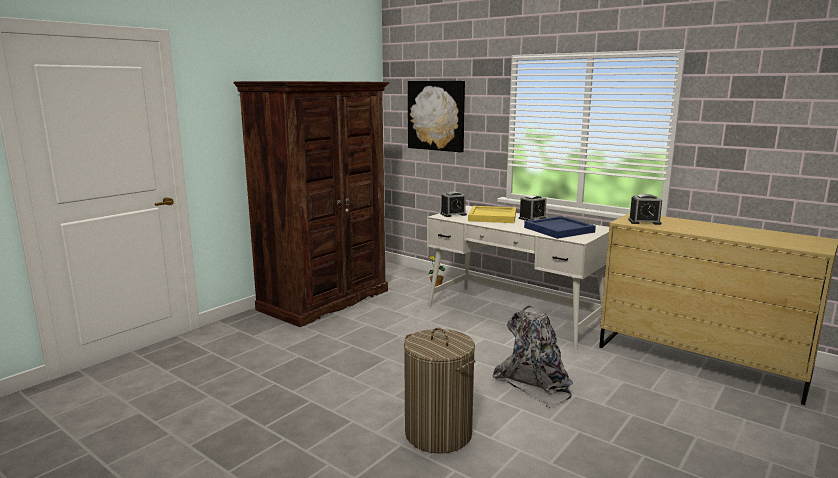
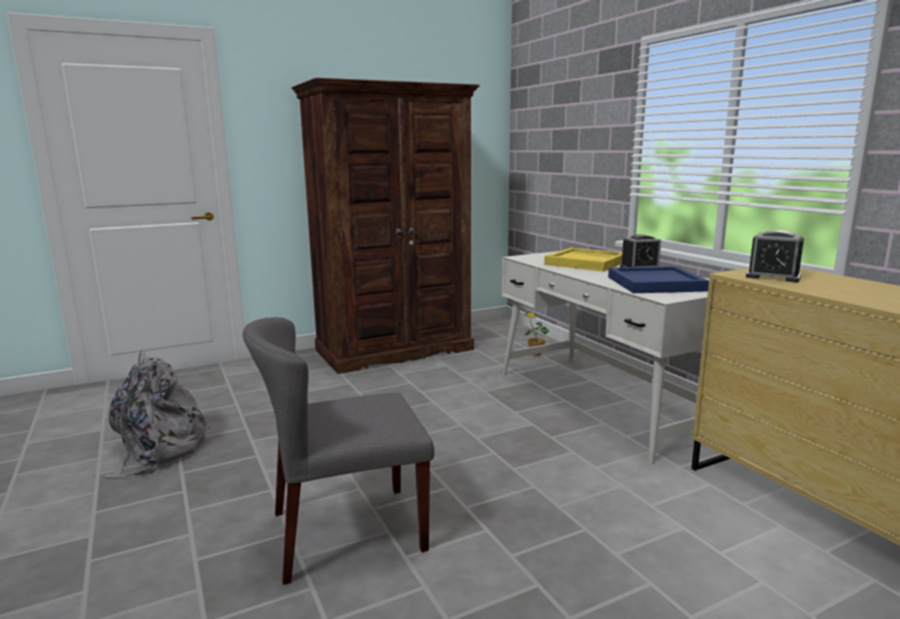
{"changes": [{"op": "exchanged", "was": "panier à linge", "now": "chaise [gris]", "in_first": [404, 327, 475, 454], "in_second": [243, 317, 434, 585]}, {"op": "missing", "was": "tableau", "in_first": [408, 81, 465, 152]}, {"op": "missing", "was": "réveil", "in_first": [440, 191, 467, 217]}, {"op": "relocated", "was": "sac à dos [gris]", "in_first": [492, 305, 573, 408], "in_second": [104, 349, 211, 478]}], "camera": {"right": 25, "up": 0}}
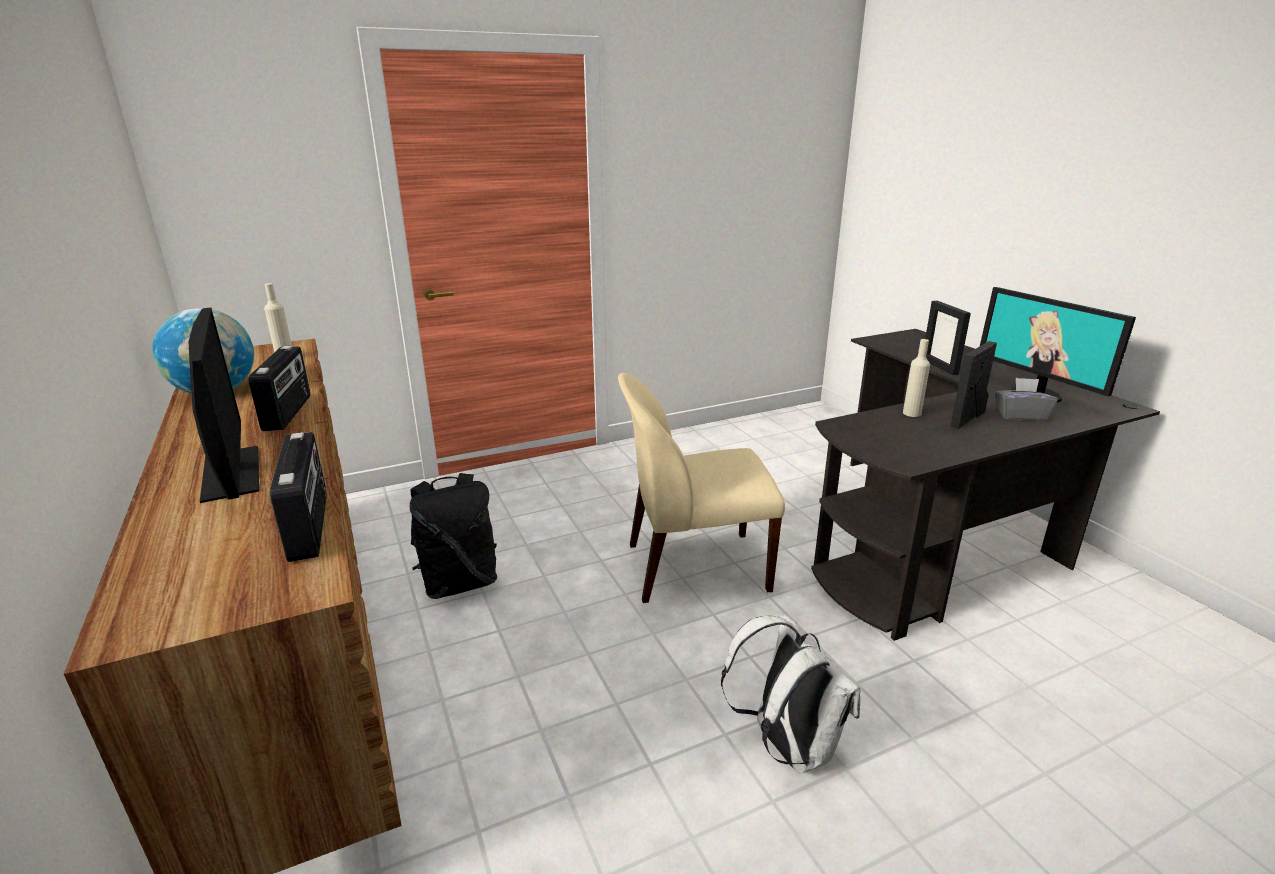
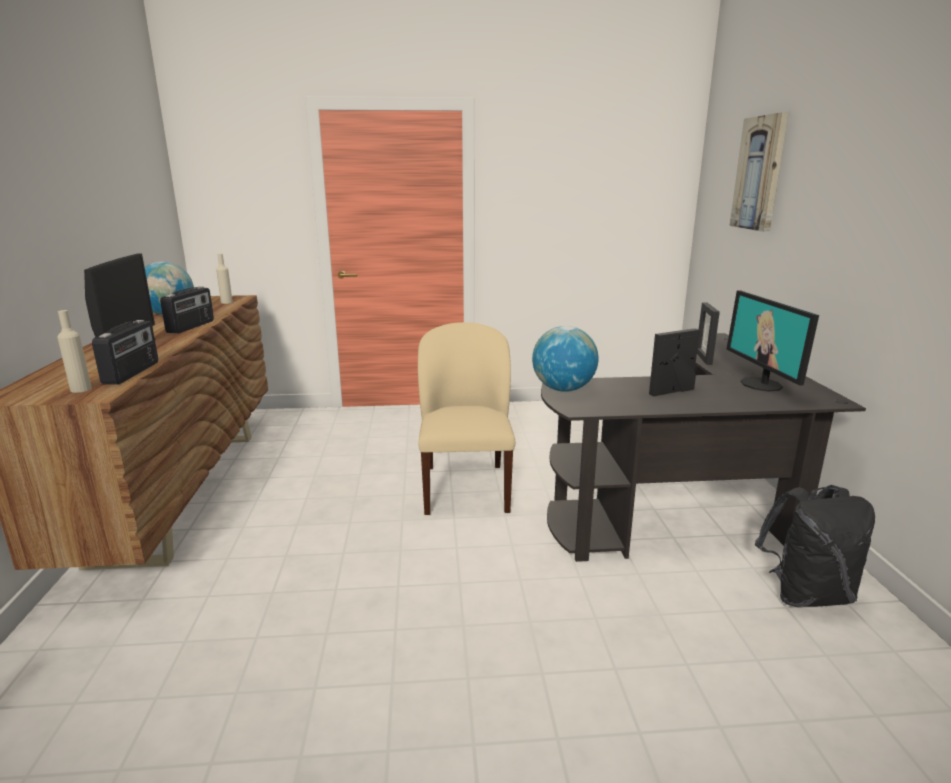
{"changes": [{"op": "relocated", "was": "sac à dos [noir]", "in_first": [410, 473, 497, 599], "in_second": [755, 485, 875, 607]}, {"op": "spun", "was": "chaise [beige]", "in_first": [618, 373, 785, 603], "in_second": [418, 322, 515, 515], "clockwise": 75}, {"op": "missing", "was": "sac à dos [blanc]", "in_first": [721, 615, 860, 774]}, {"op": "relocated", "was": "bouteille [beige]", "in_first": [903, 339, 930, 417], "in_second": [57, 310, 92, 393]}, {"op": "missing", "was": "boîte à mouchoirs [gris]", "in_first": [995, 378, 1058, 421]}, {"op": "appeared", "now": "globe", "in_second": [532, 326, 598, 392]}, {"op": "appeared", "now": "tableau", "in_second": [729, 112, 789, 232]}], "camera": {"right": 20, "up": -5}}
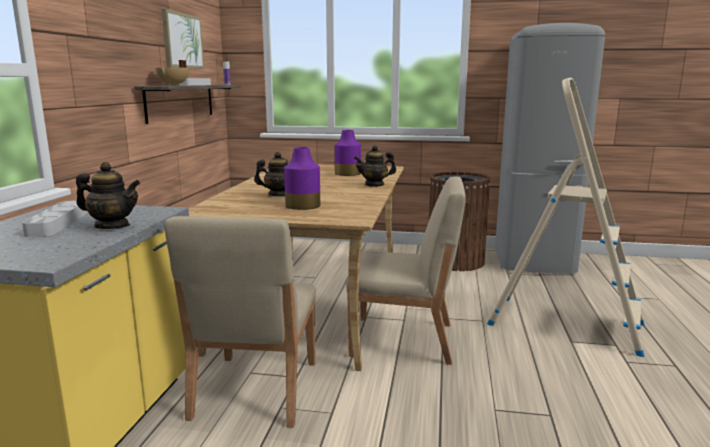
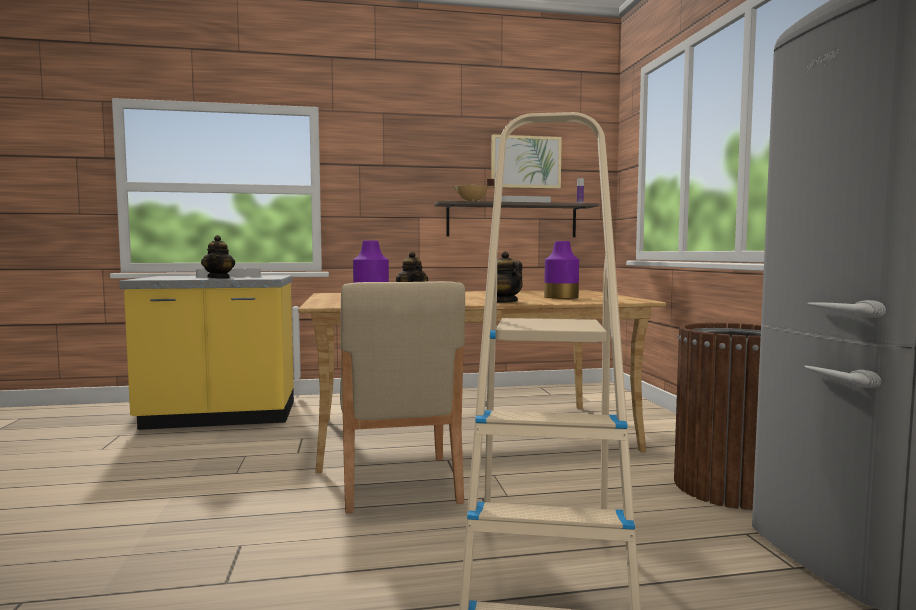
{"changes": [{"op": "missing", "was": "chaise [beige]", "in_first": [164, 216, 316, 428]}], "camera": {"right": 70, "up": -10}}
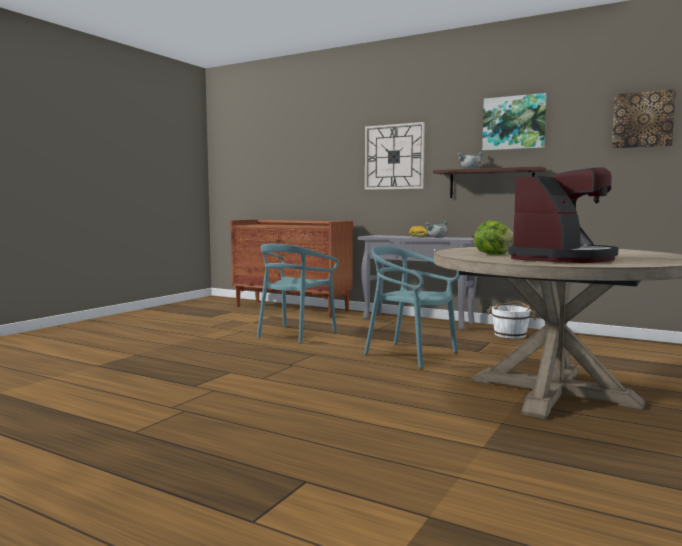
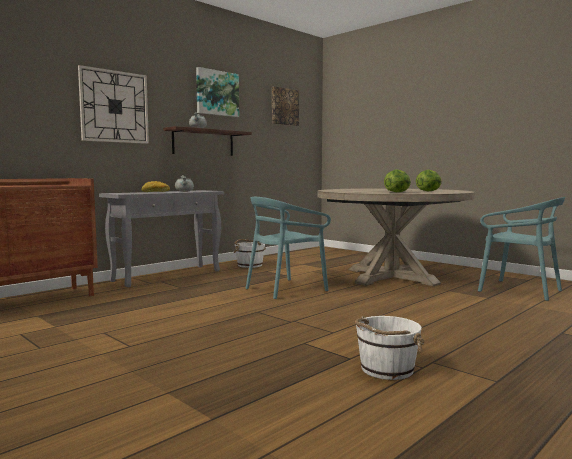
{"changes": [{"op": "relocated", "was": "chaise [turquoise]", "in_first": [257, 244, 339, 344], "in_second": [478, 197, 565, 301]}, {"op": "exchanged", "was": "machine à café", "now": "laitue", "in_first": [508, 167, 619, 263], "in_second": [416, 170, 442, 191]}, {"op": "appeared", "now": "seau [blanc]", "in_second": [355, 316, 425, 380]}], "camera": {"right": -75, "up": 0}}
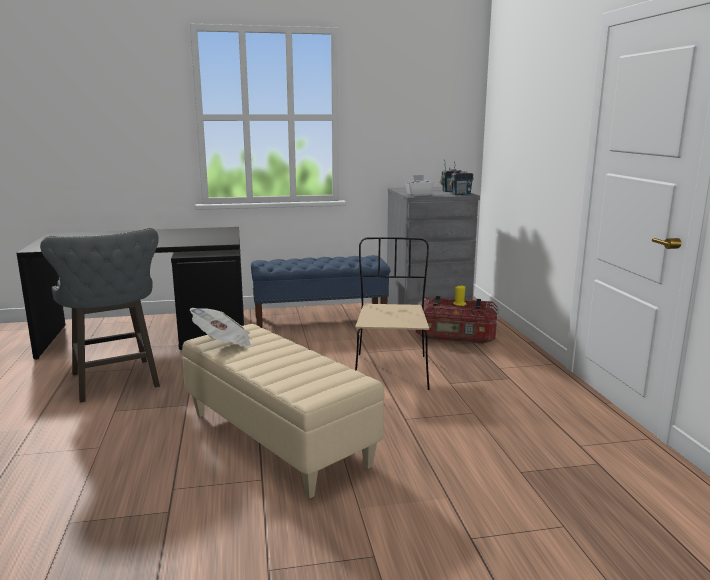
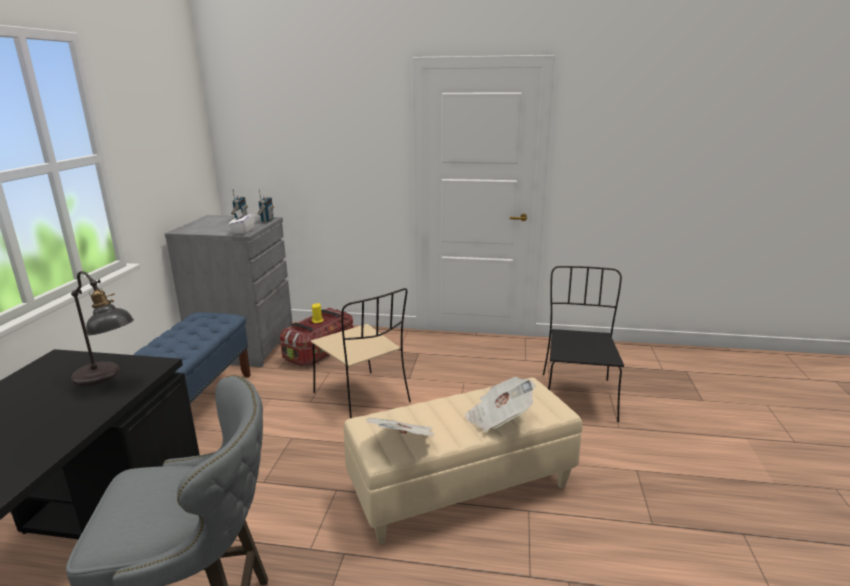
{"changes": [{"op": "spun", "was": "chaise [beige]", "in_first": [355, 237, 430, 390], "in_second": [311, 288, 411, 418], "clockwise": -150}, {"op": "appeared", "now": "lampe de table [gris]", "in_second": [71, 271, 134, 386]}, {"op": "appeared", "now": "journal", "in_second": [465, 377, 536, 432]}, {"op": "appeared", "now": "chaise [noir]", "in_second": [543, 266, 624, 422]}], "camera": {"right": -70, "up": 5}}
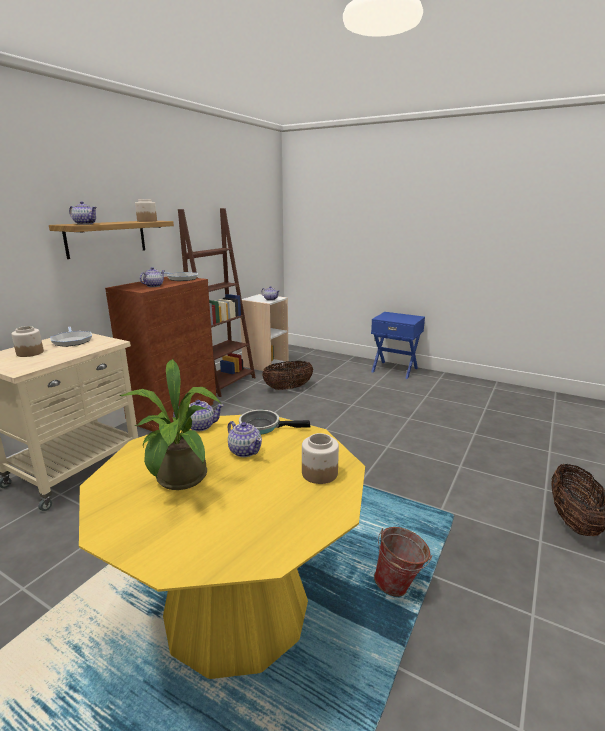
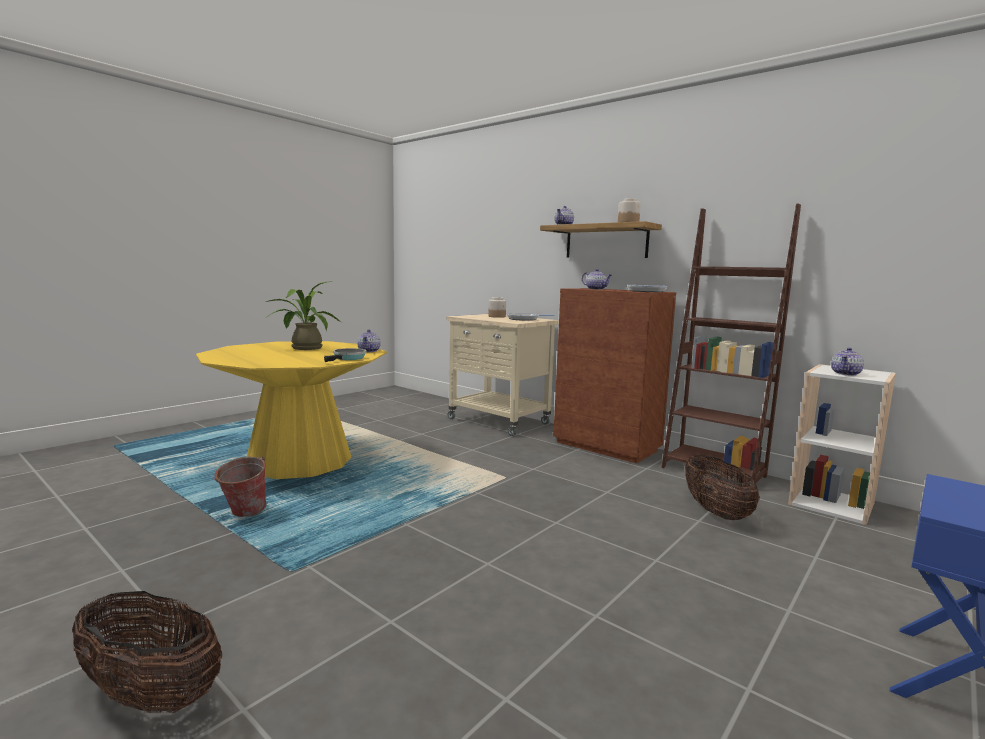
{"changes": [{"op": "missing", "was": "théière", "in_first": [228, 421, 262, 457]}, {"op": "missing", "was": "bocal", "in_first": [302, 433, 339, 484]}], "camera": {"right": 100, "up": -10}}
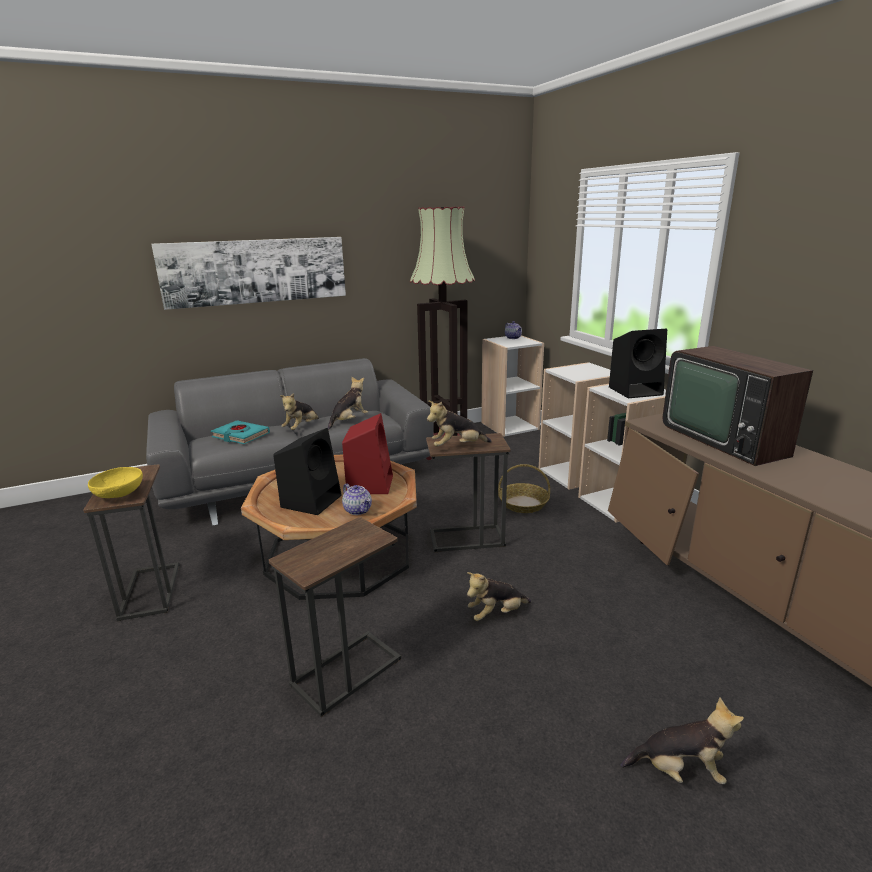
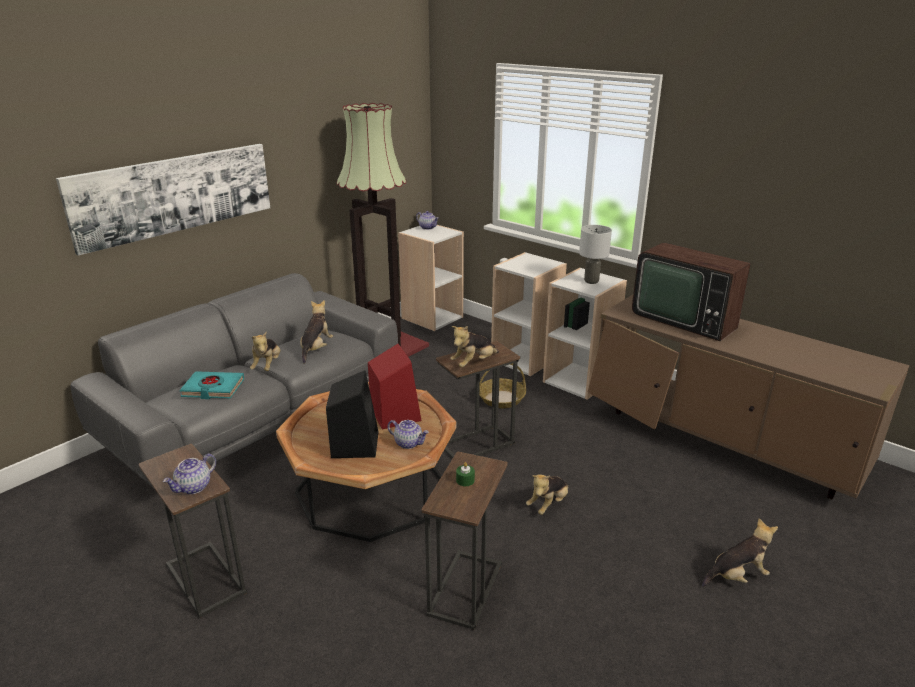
{"changes": [{"op": "exchanged", "was": "bol [jaune]", "now": "théière", "in_first": [88, 467, 143, 498], "in_second": [163, 454, 216, 494]}, {"op": "exchanged", "was": "enceinte [noir]", "now": "lampe de table [blanc]", "in_first": [609, 329, 667, 398], "in_second": [579, 225, 612, 284]}, {"op": "appeared", "now": "bougie [vert]", "in_second": [456, 462, 475, 486]}], "camera": {"right": -25, "up": 5}}
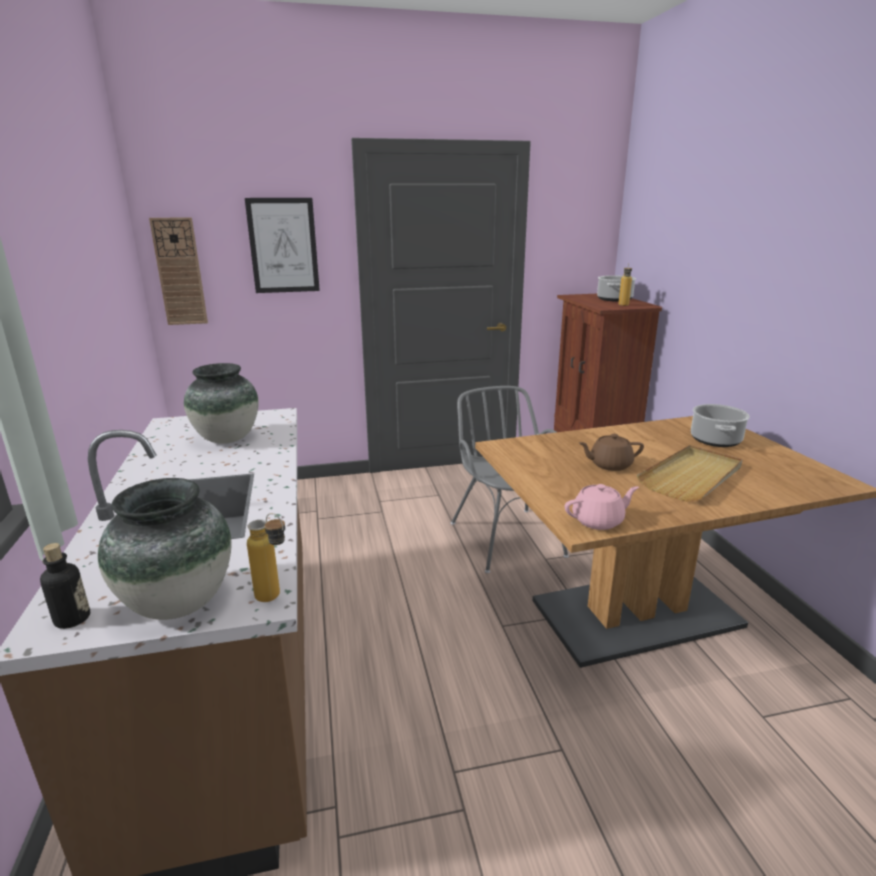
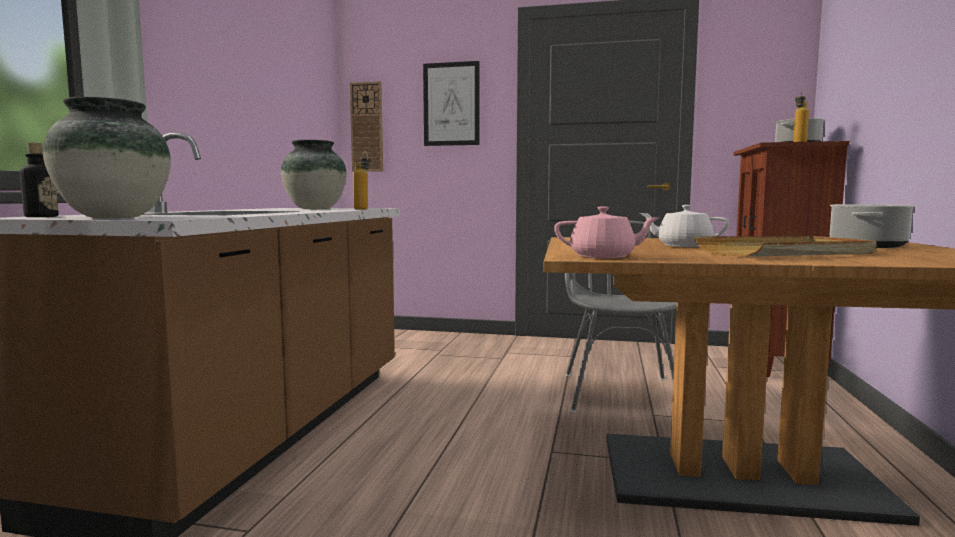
{"changes": [{"op": "relocated", "was": "bouteille", "in_first": [247, 513, 285, 602], "in_second": [353, 152, 371, 209]}, {"op": "colour", "was": "théière [marron]", "now": "théière [blanc]", "in_first": [579, 434, 644, 471], "in_second": [640, 205, 729, 247]}], "camera": {"right": 25, "up": -15}}
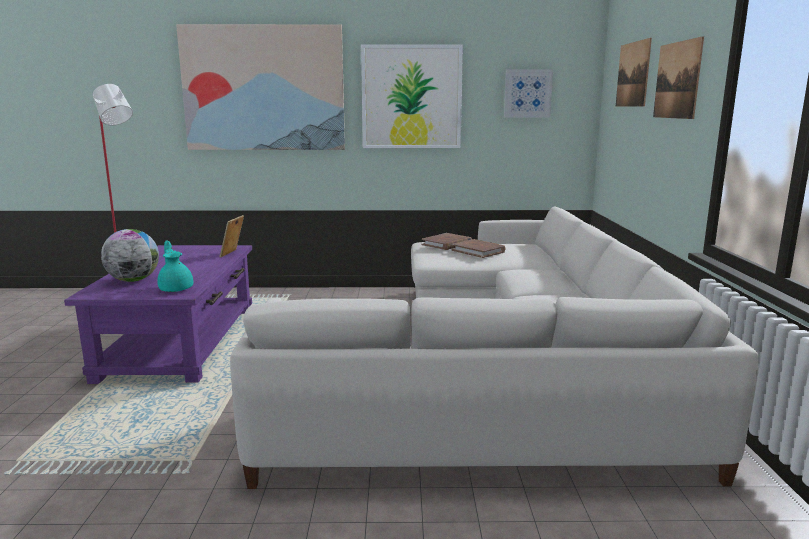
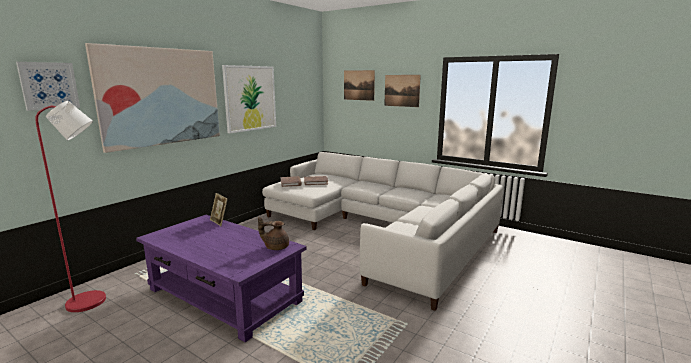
{"changes": [{"op": "missing", "was": "globe", "in_first": [101, 229, 159, 282]}, {"op": "colour", "was": "théière [turquoise]", "now": "théière [marron]", "in_first": [157, 241, 193, 292], "in_second": [258, 217, 289, 250]}, {"op": "relocated", "was": "tableau", "in_first": [504, 69, 553, 118], "in_second": [16, 62, 80, 111]}], "camera": {"right": -55, "up": 0}}
